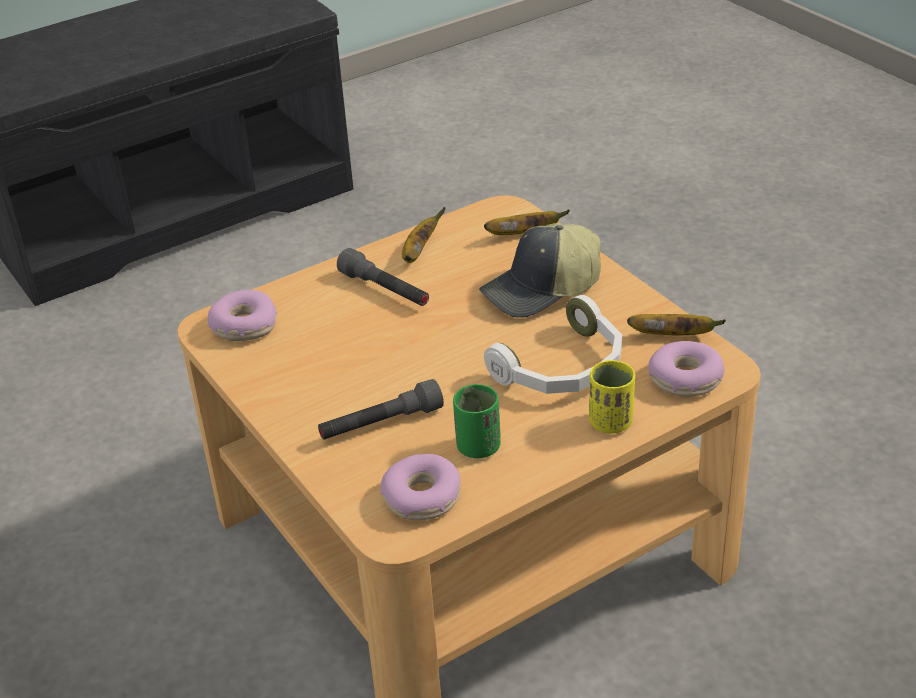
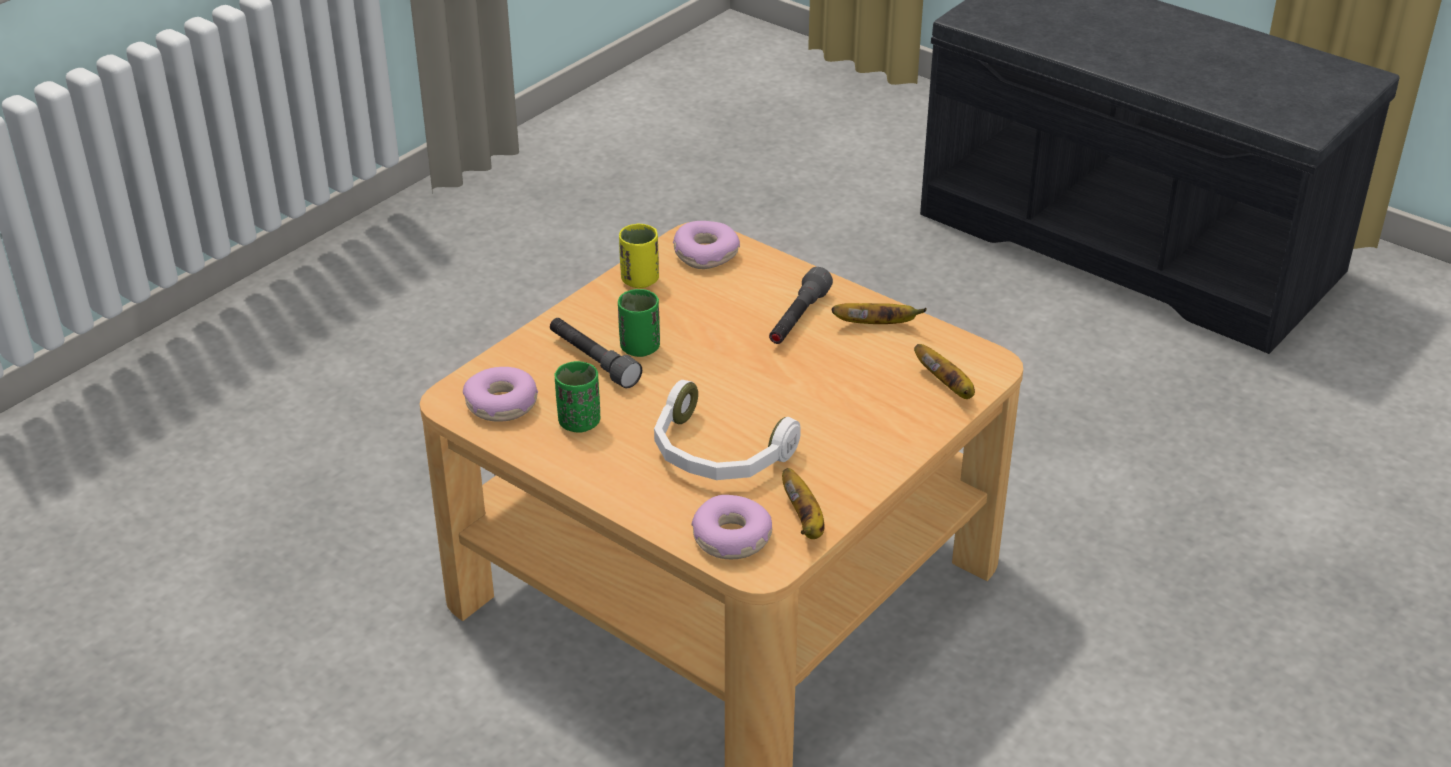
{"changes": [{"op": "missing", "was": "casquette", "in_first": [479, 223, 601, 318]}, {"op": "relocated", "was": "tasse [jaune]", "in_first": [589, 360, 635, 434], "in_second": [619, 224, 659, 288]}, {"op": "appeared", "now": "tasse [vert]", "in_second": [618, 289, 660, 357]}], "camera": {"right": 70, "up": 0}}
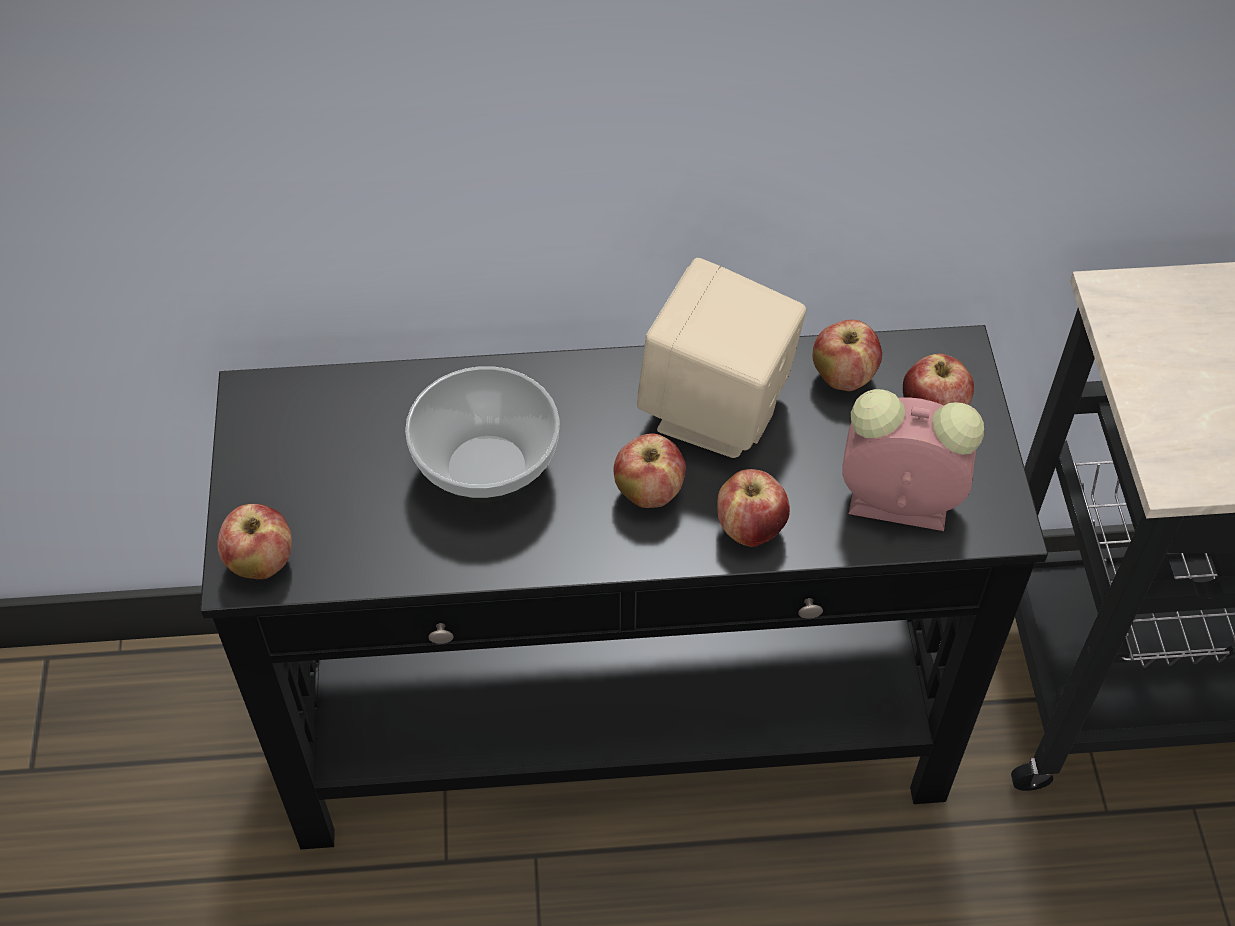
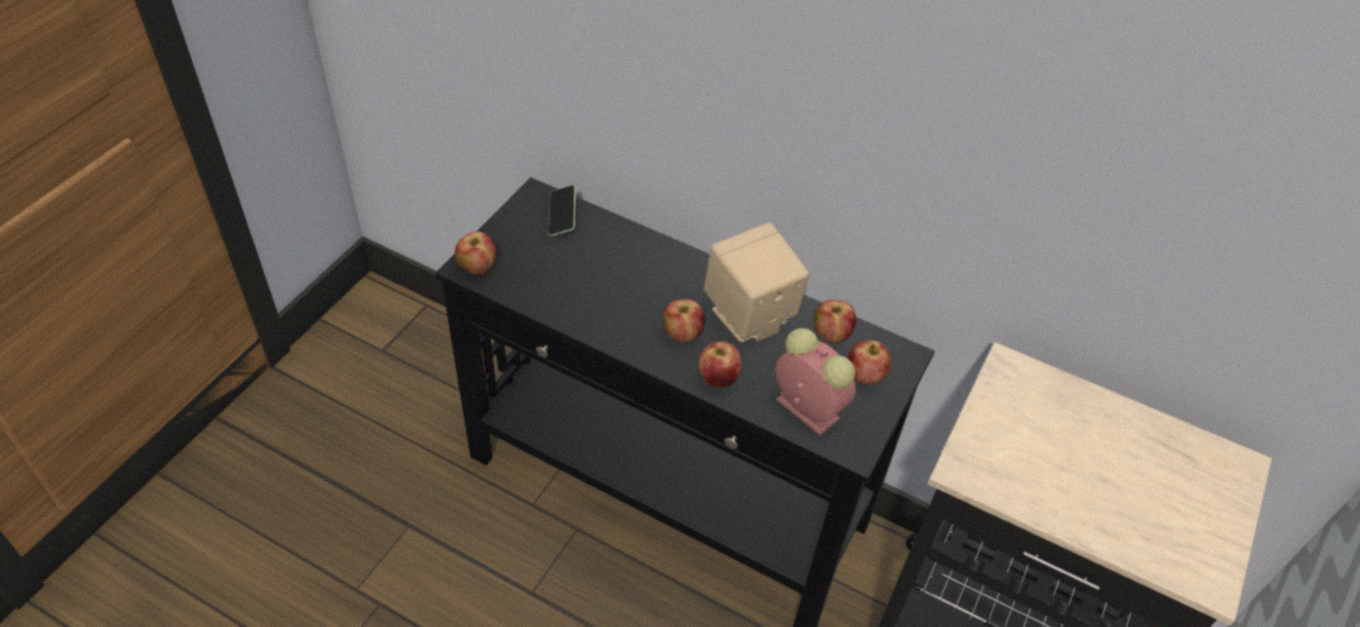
{"changes": [{"op": "missing", "was": "bol", "in_first": [405, 366, 560, 502]}, {"op": "appeared", "now": "téléphone", "in_second": [548, 185, 576, 236]}], "camera": {"right": 30, "up": -5}}
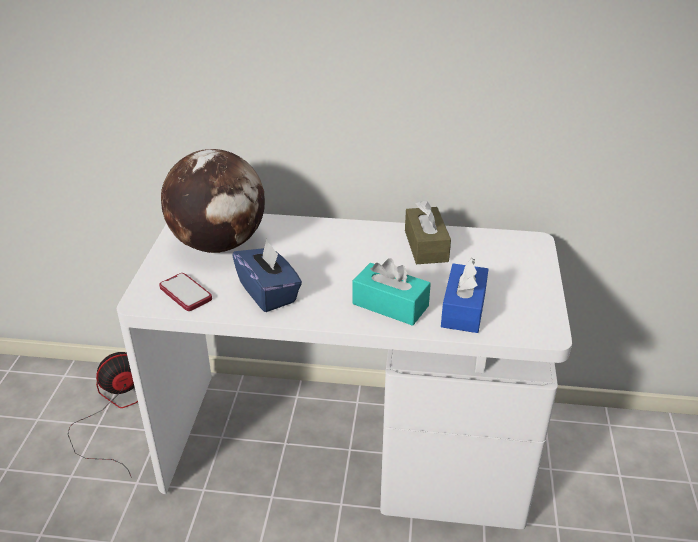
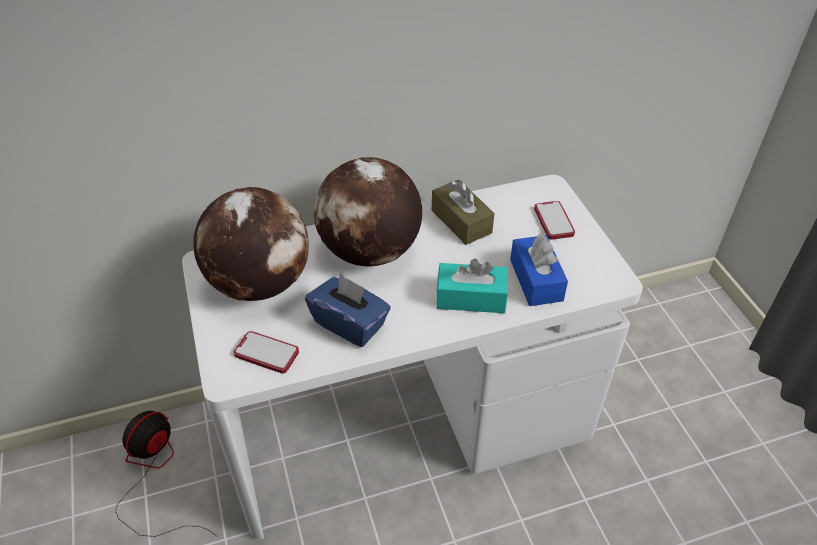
{"changes": [{"op": "appeared", "now": "globe", "in_second": [314, 157, 422, 266]}, {"op": "appeared", "now": "téléphone", "in_second": [534, 201, 575, 240]}], "camera": {"right": -25, "up": 10}}
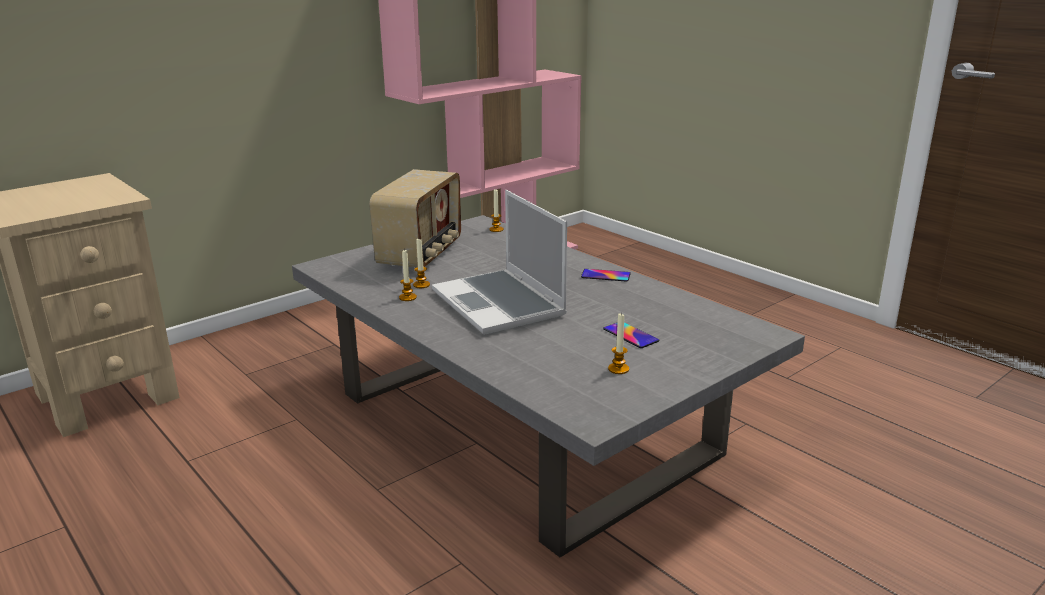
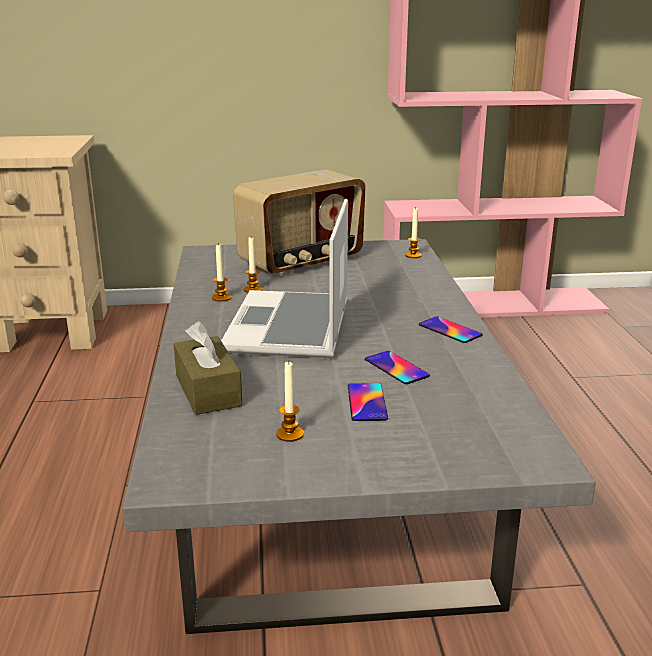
{"changes": [{"op": "appeared", "now": "boîte à mouchoirs [marron]", "in_second": [174, 321, 242, 415]}, {"op": "appeared", "now": "téléphone", "in_second": [365, 351, 430, 384]}], "camera": {"right": 35, "up": 0}}
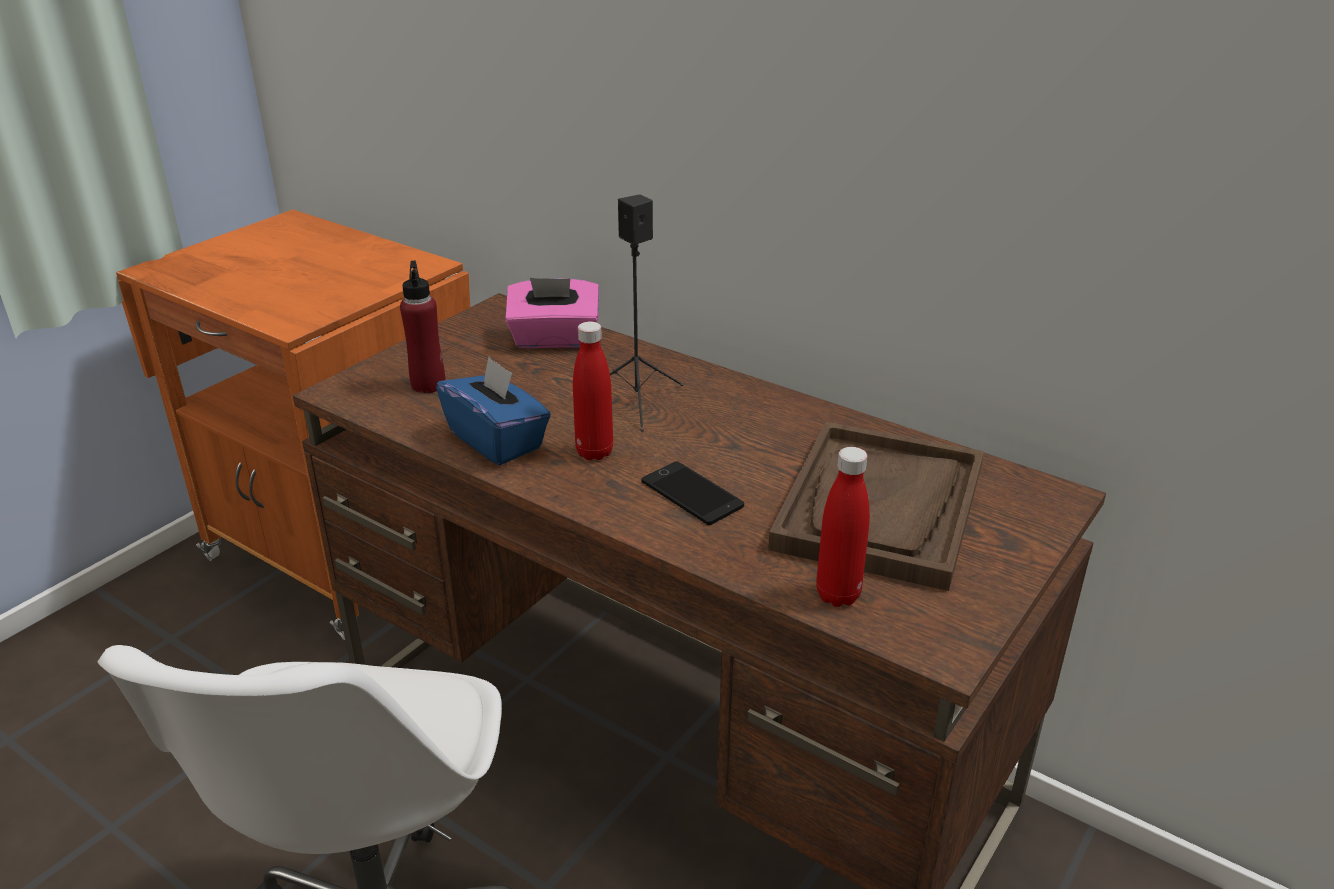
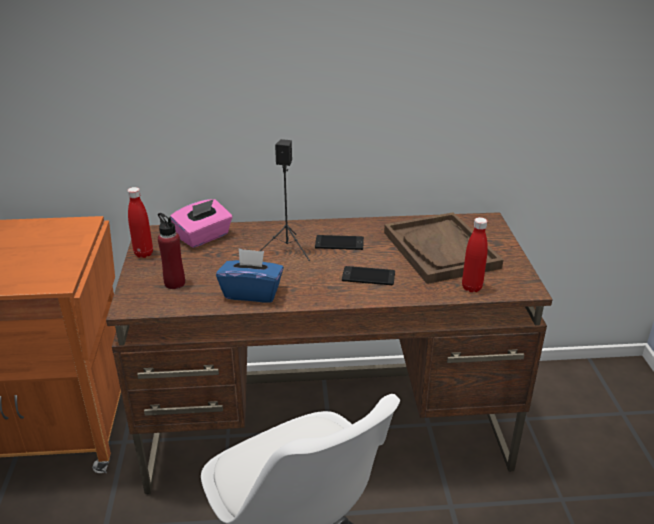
{"changes": [{"op": "relocated", "was": "bouteille [rouge]", "in_first": [573, 322, 613, 460], "in_second": [127, 187, 153, 258]}, {"op": "appeared", "now": "téléphone", "in_second": [315, 235, 364, 250]}], "camera": {"right": -40, "up": 0}}
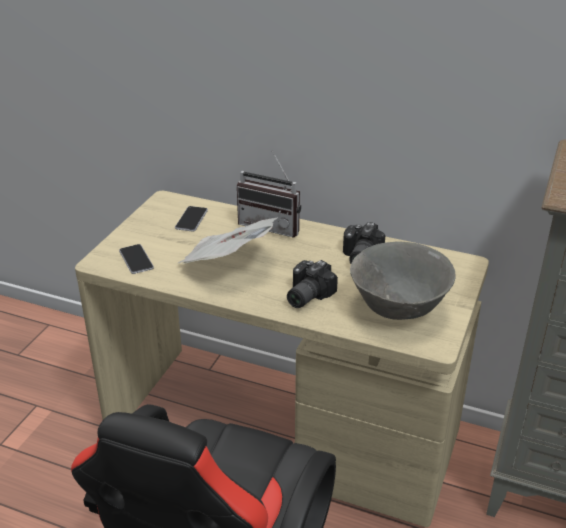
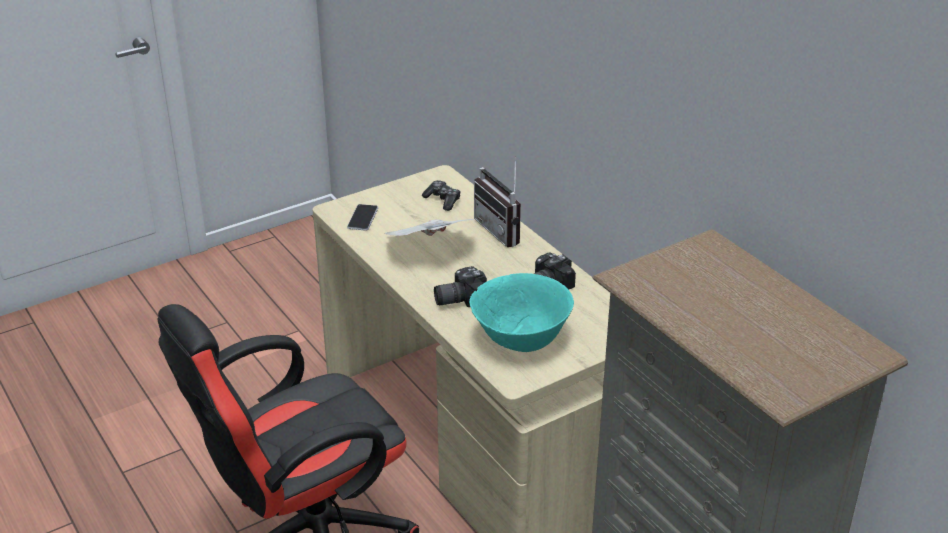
{"changes": [{"op": "exchanged", "was": "téléphone", "now": "manette", "in_first": [175, 206, 208, 232], "in_second": [422, 180, 461, 211]}, {"op": "colour", "was": "bol [gris]", "now": "bol [turquoise]", "in_first": [350, 242, 456, 320], "in_second": [469, 273, 574, 352]}], "camera": {"right": 35, "up": 0}}
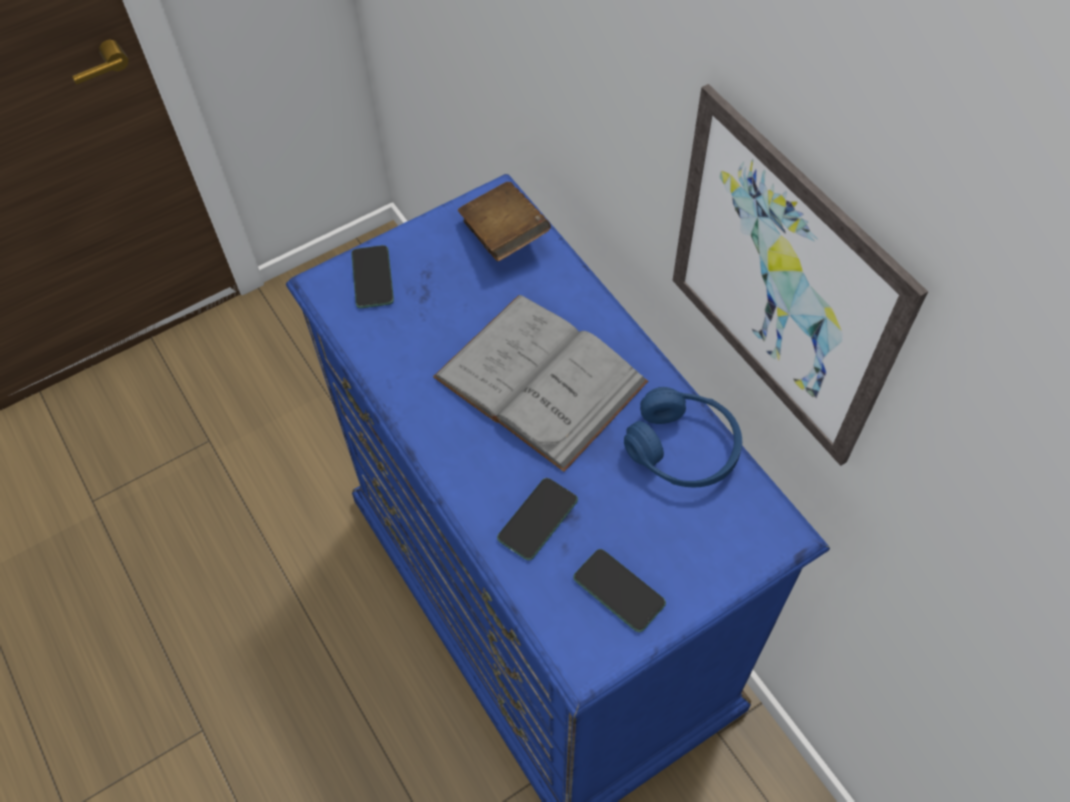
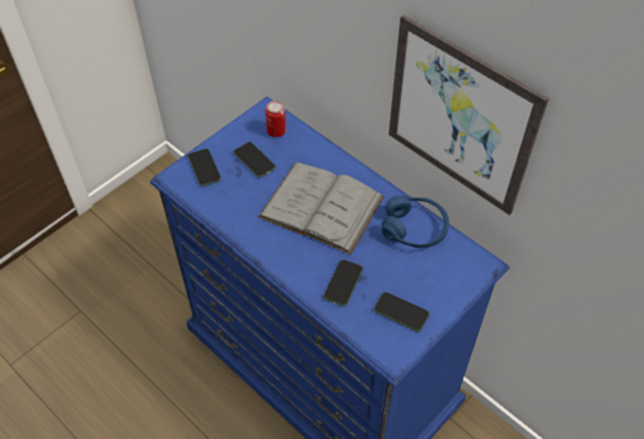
{"changes": [{"op": "exchanged", "was": "livre [marron]", "now": "boîte métallique", "in_first": [458, 182, 551, 261], "in_second": [265, 101, 286, 137]}, {"op": "appeared", "now": "téléphone", "in_second": [233, 142, 276, 178]}], "camera": {"right": -15, "up": -5}}
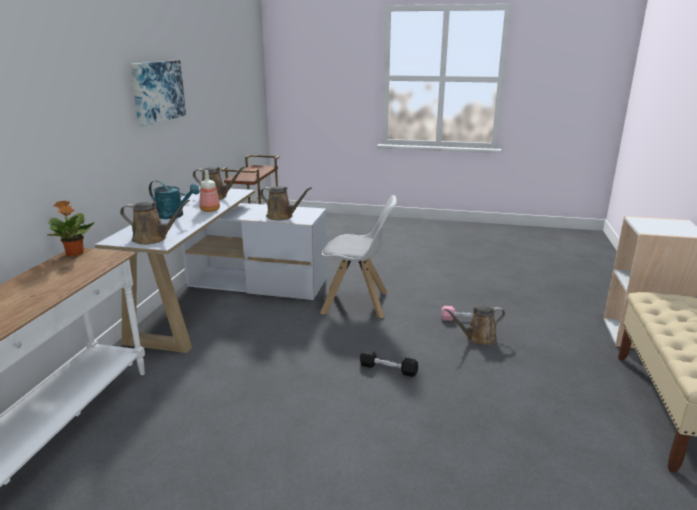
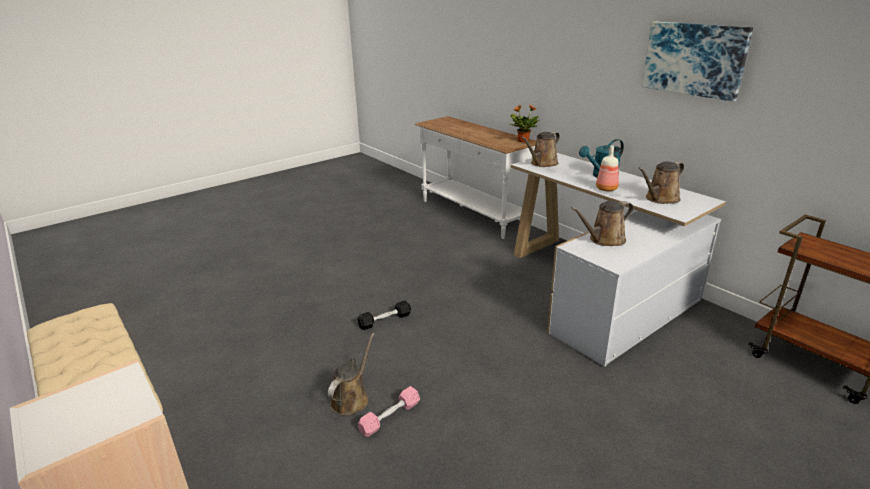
{"changes": [{"op": "missing", "was": "chaise", "in_first": [320, 195, 397, 318]}], "camera": {"right": 130, "up": 5}}
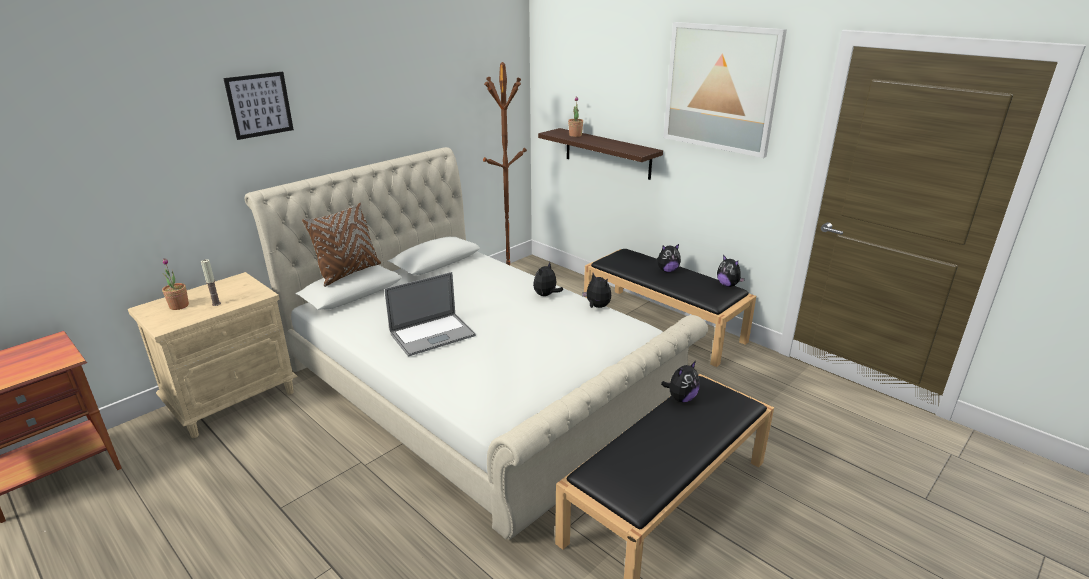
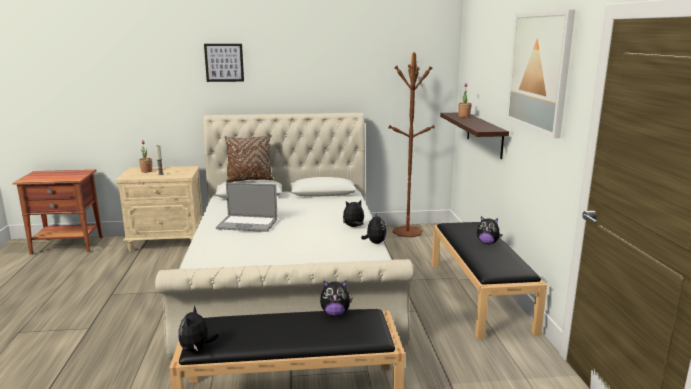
{"changes": [{"op": "relocated", "was": "peluche", "in_first": [717, 255, 745, 287], "in_second": [178, 306, 219, 352]}], "camera": {"right": 40, "up": -10}}
